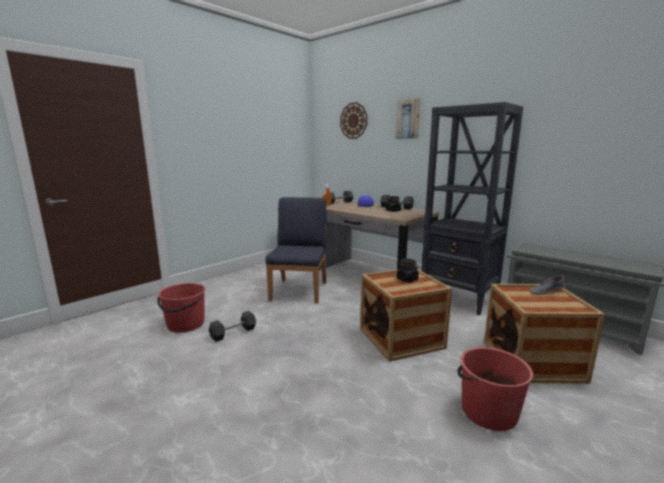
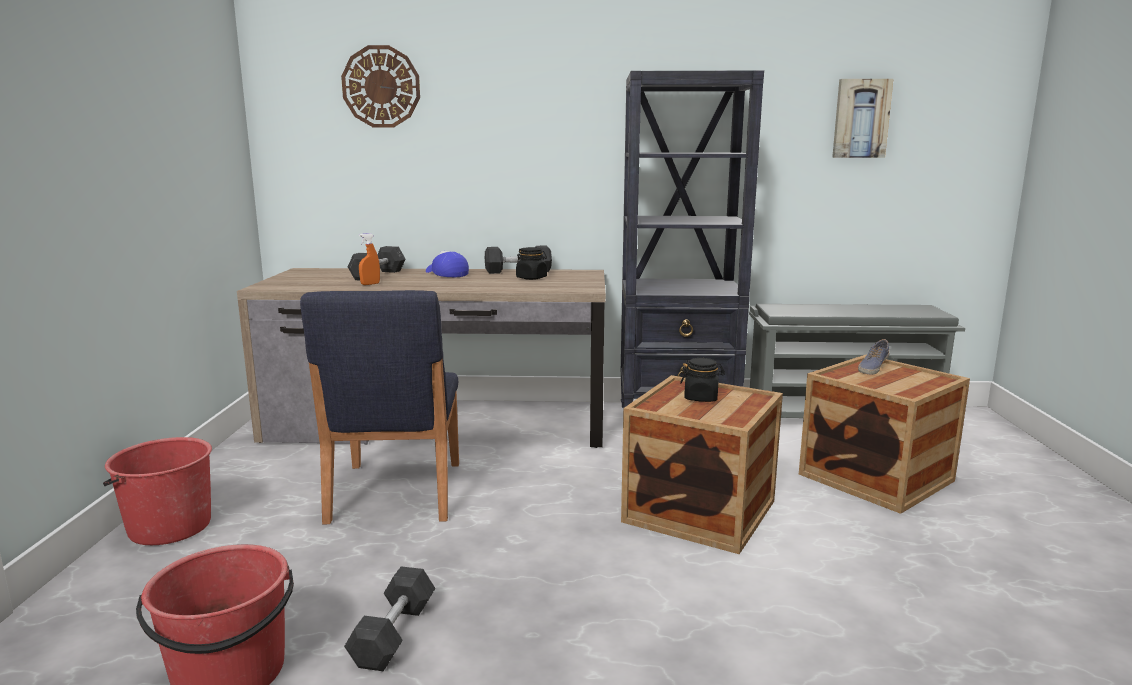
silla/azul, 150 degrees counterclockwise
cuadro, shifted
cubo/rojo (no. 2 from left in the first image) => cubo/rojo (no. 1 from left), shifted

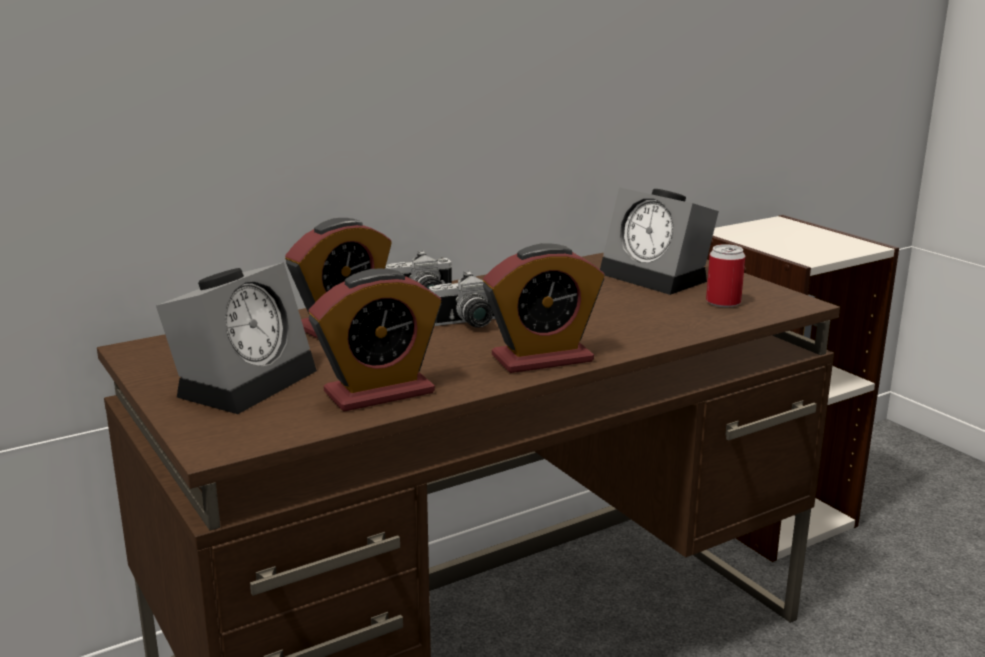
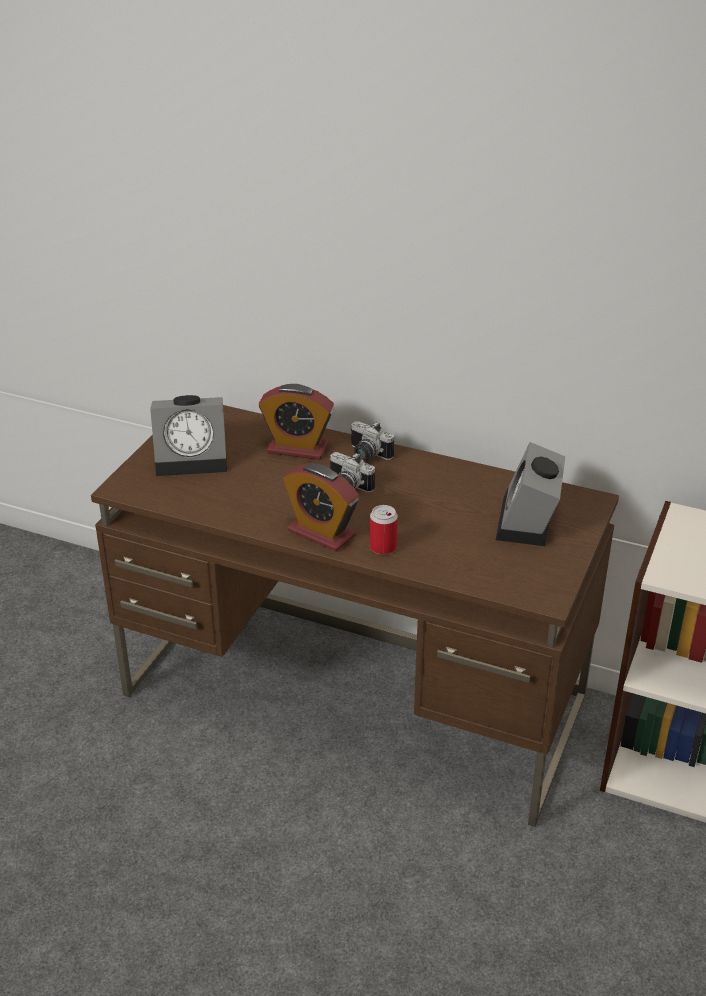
despertador (no. 3 from left) => nothing
lata, shifted

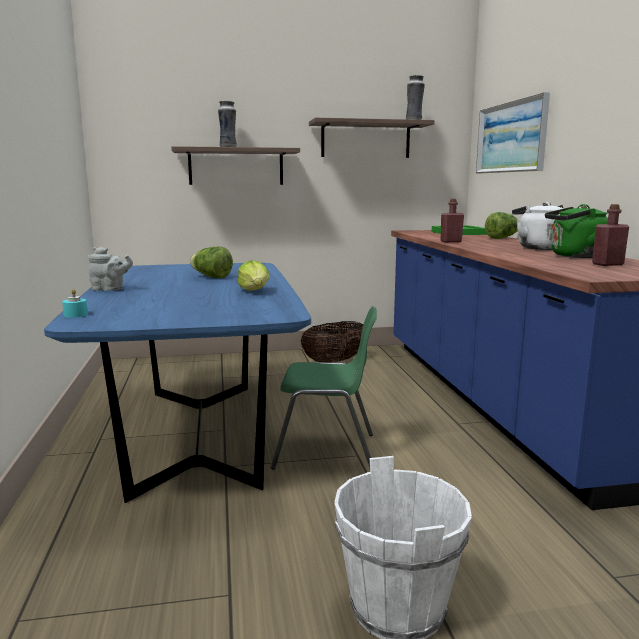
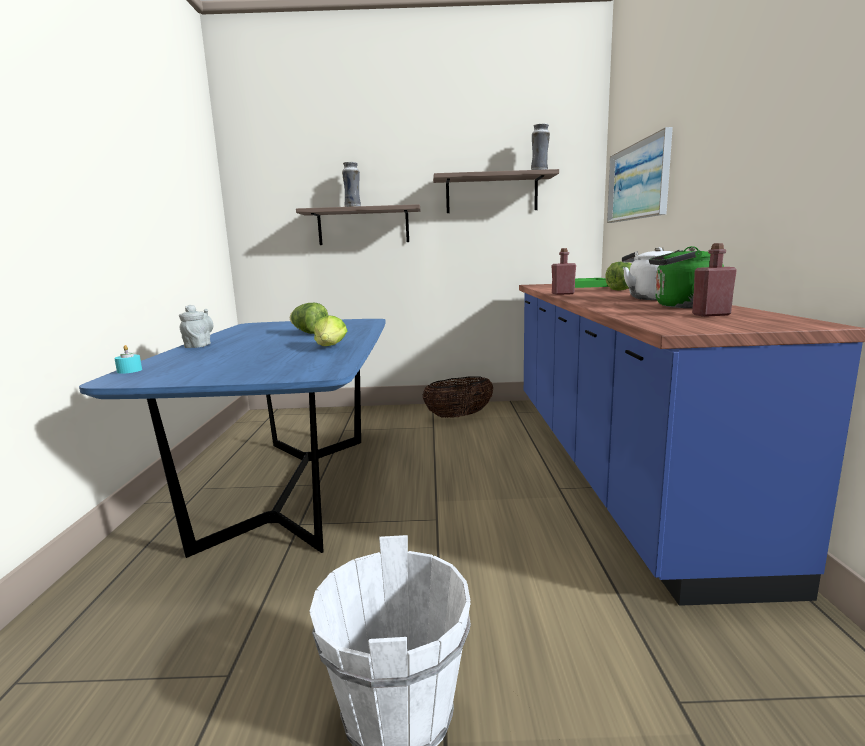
tetera/gris, 105 degrees counterclockwise
silla/verde => nothing

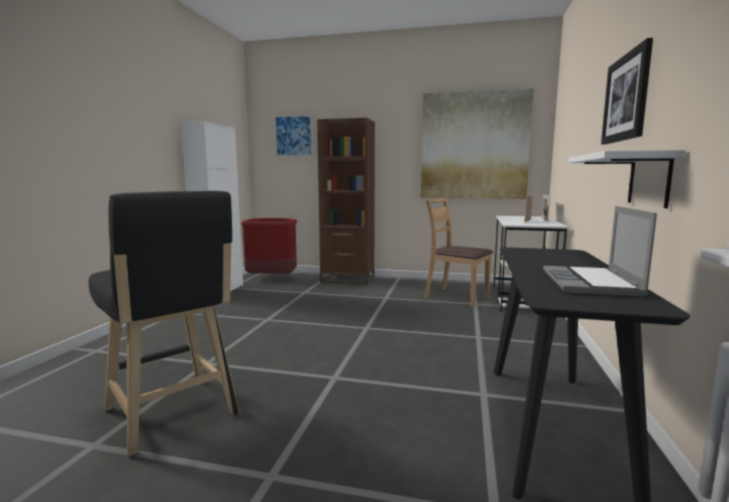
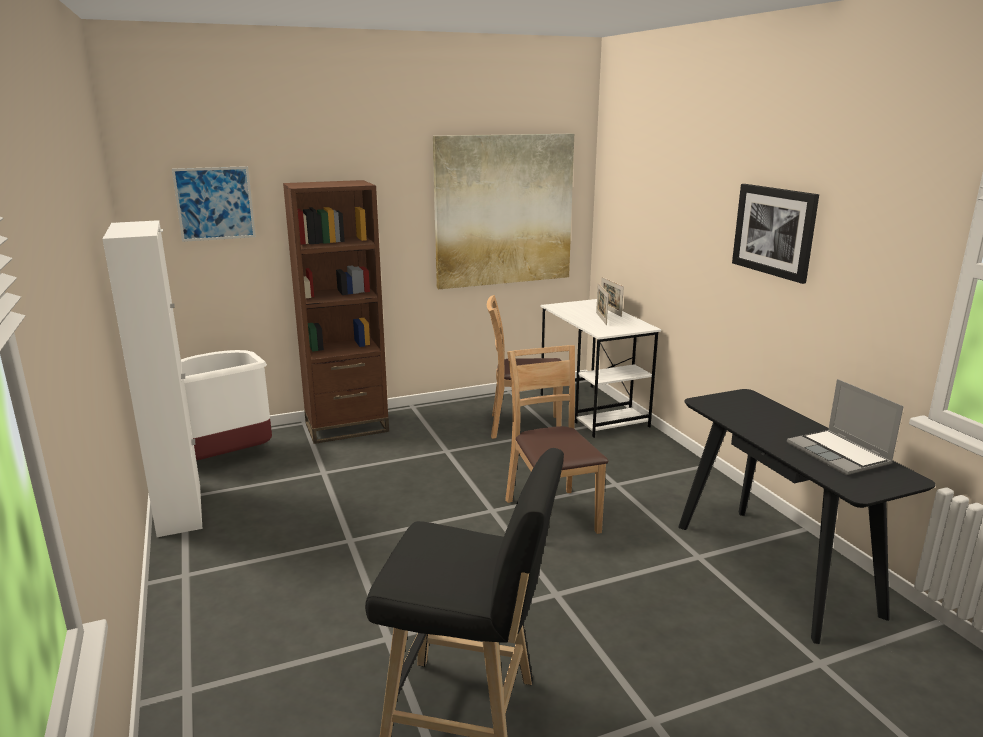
papelera/rojo => papelera/blanco
estante/blanco => nothing
nothing => silla/marrón (no. 2 from left)

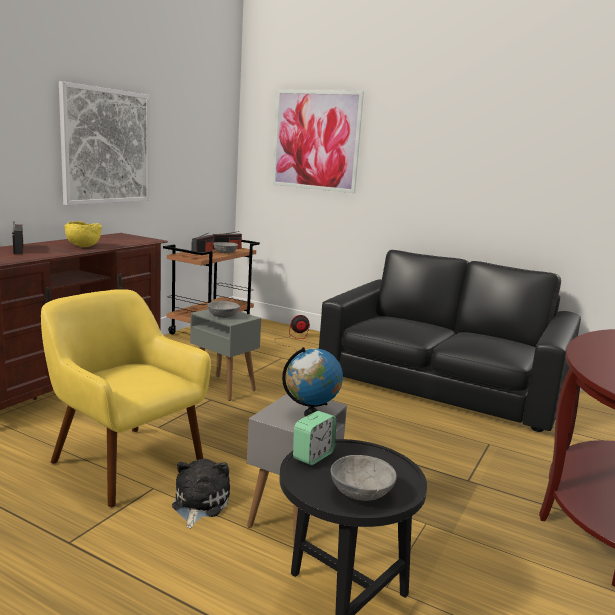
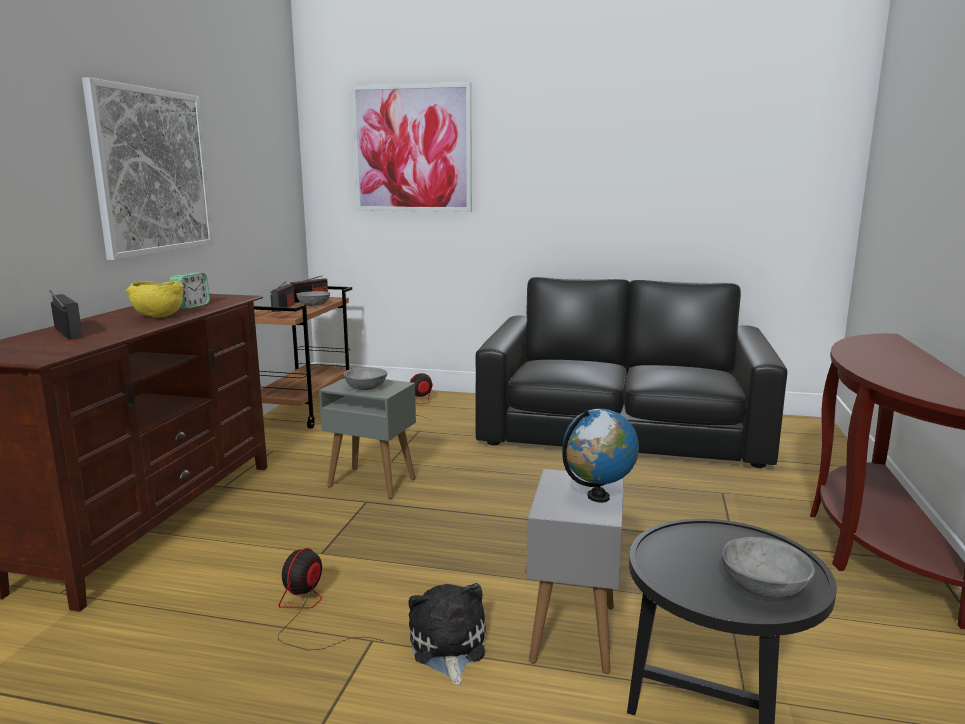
sillón/amarillo => ventilador (no. 1 from left)
despertador, shifted

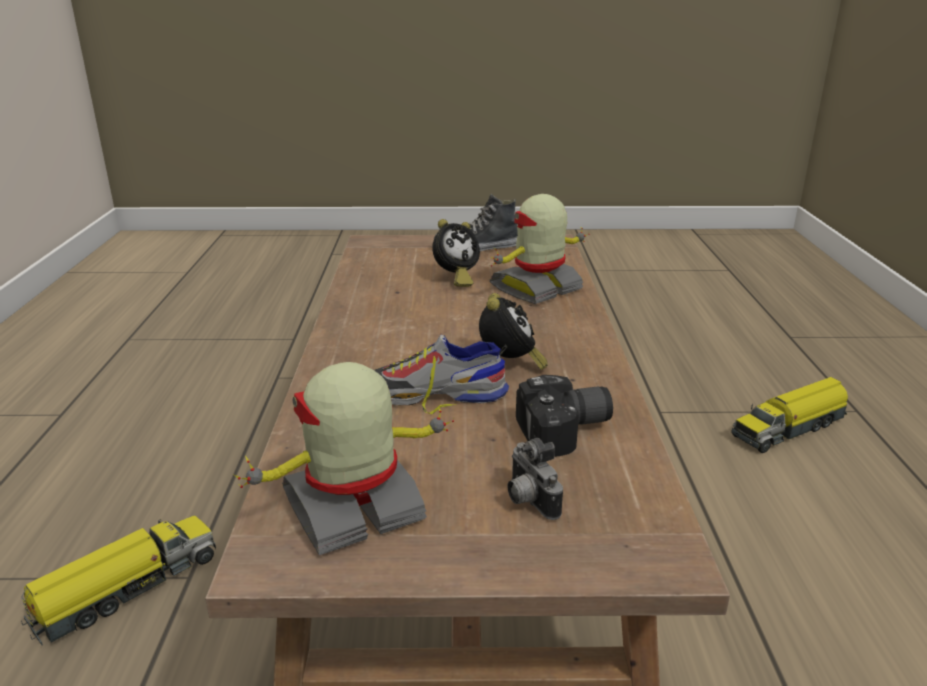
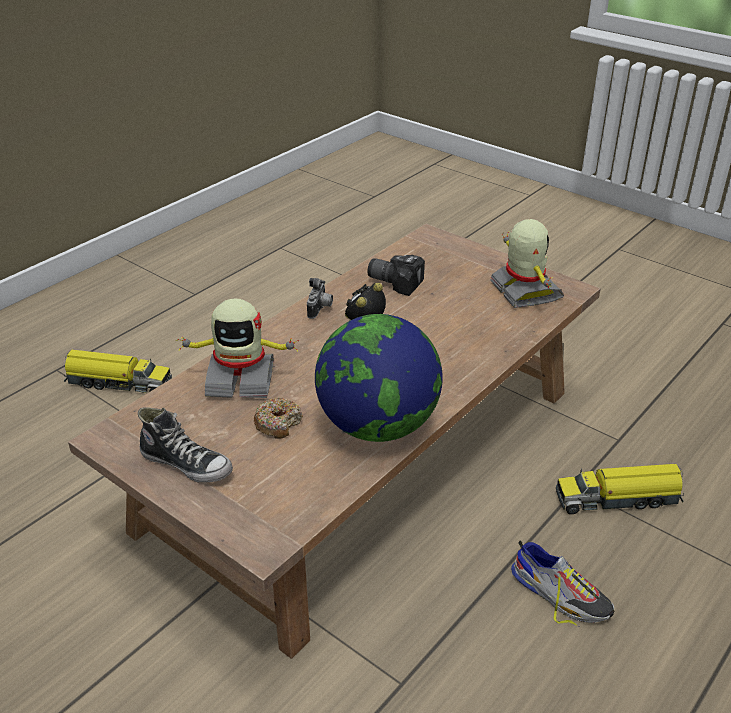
robot de juguete (no. 1 from left in the first image) => robot de juguete (no. 2 from left), 120 degrees counterclockwise
zapato (no. 1 from left in the first image) => zapato (no. 2 from left), shifted
despertador (no. 1 from left) => rosquilla
cámara (no. 1 from left), shifted
nothing => globo terráqueo

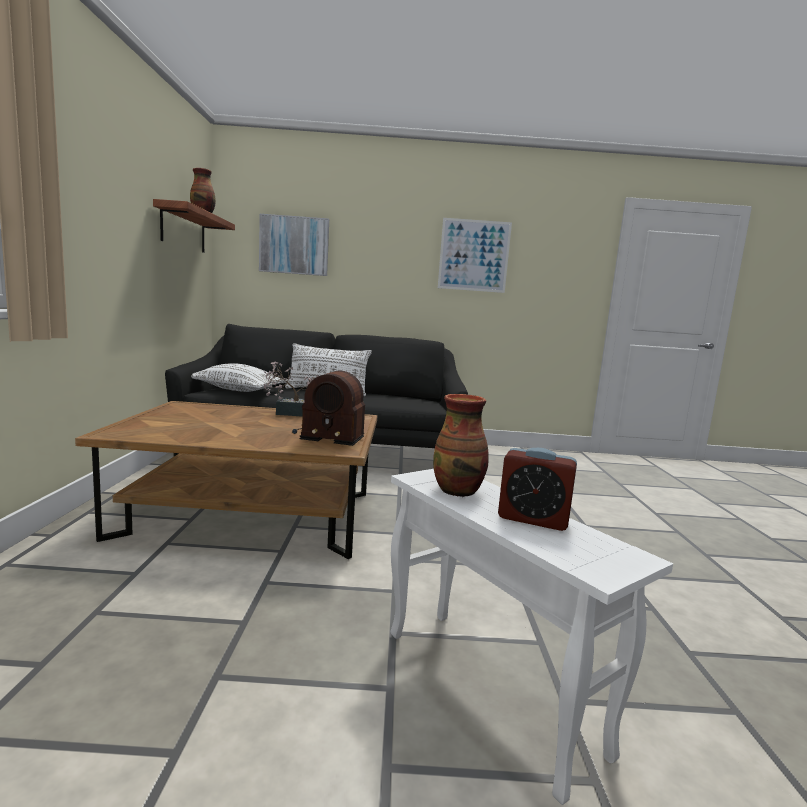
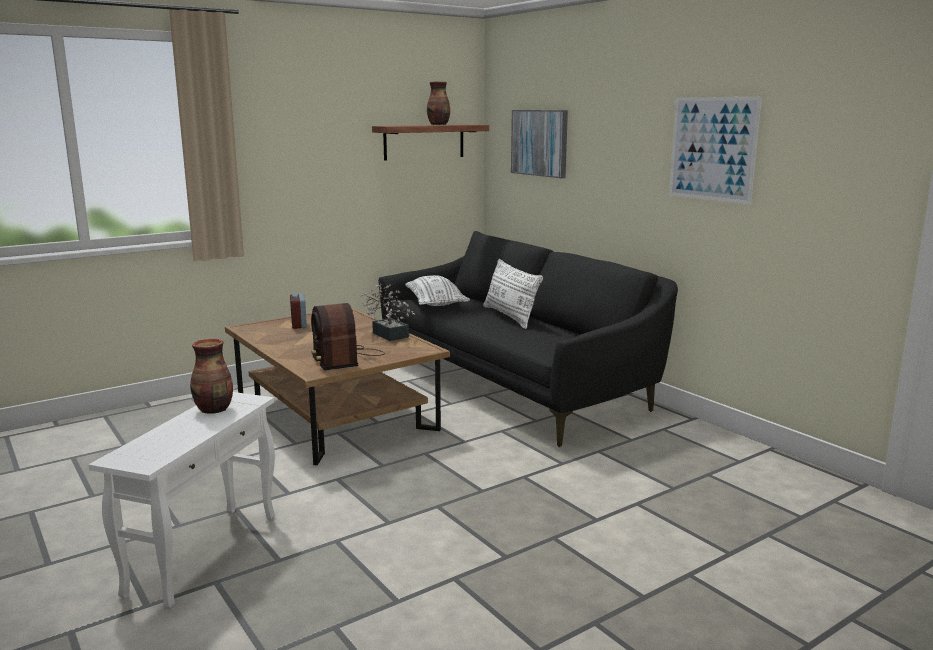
despertador, shifted

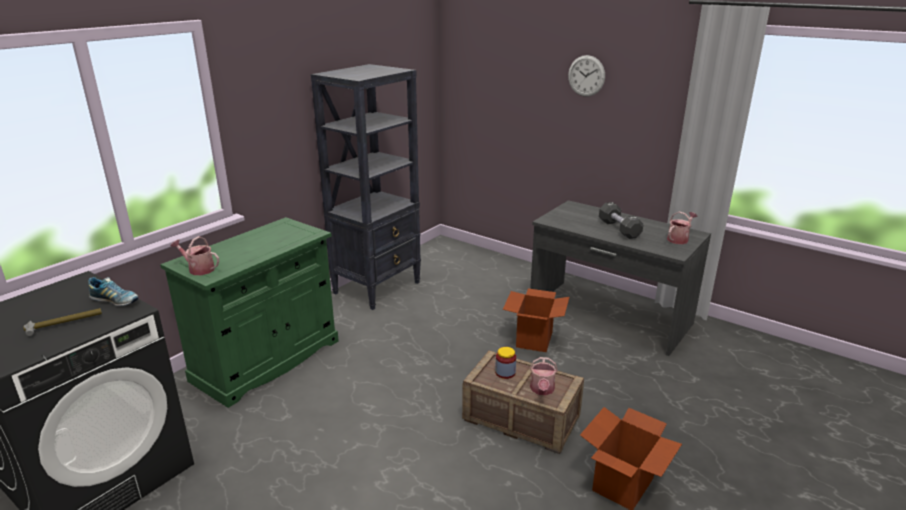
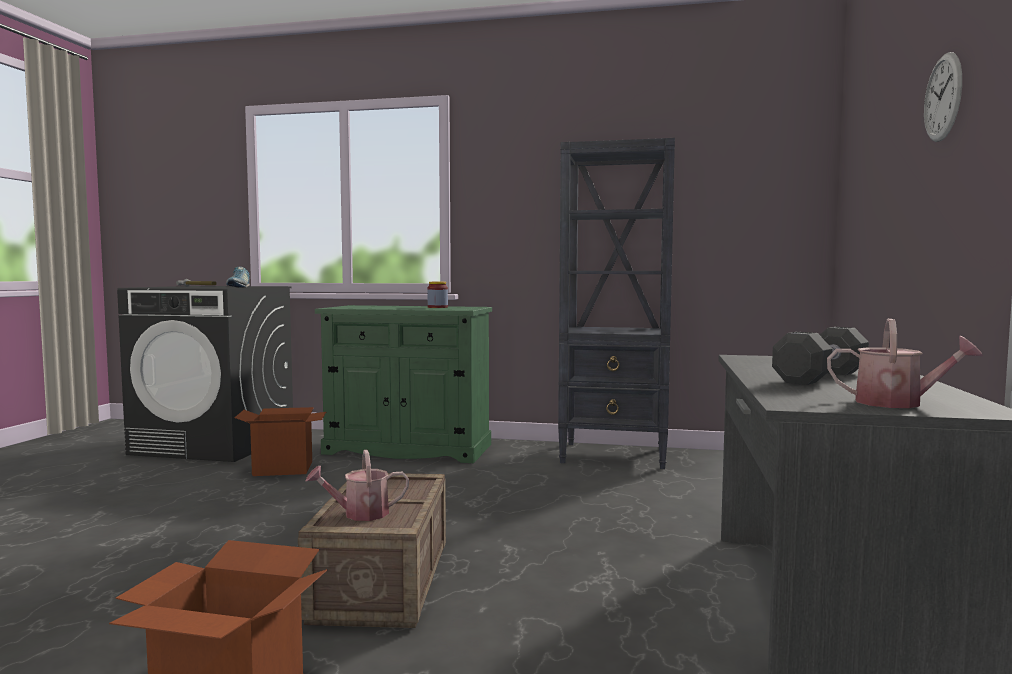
regadera (no. 1 from left) => nothing
tarro, shifted
caja de cartón (no. 1 from left in the first image) => caja de cartón (no. 2 from left), shifted

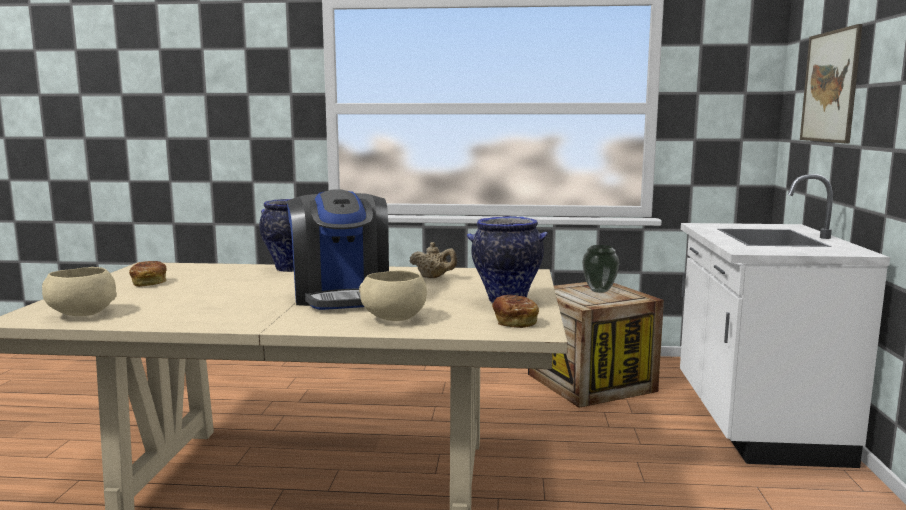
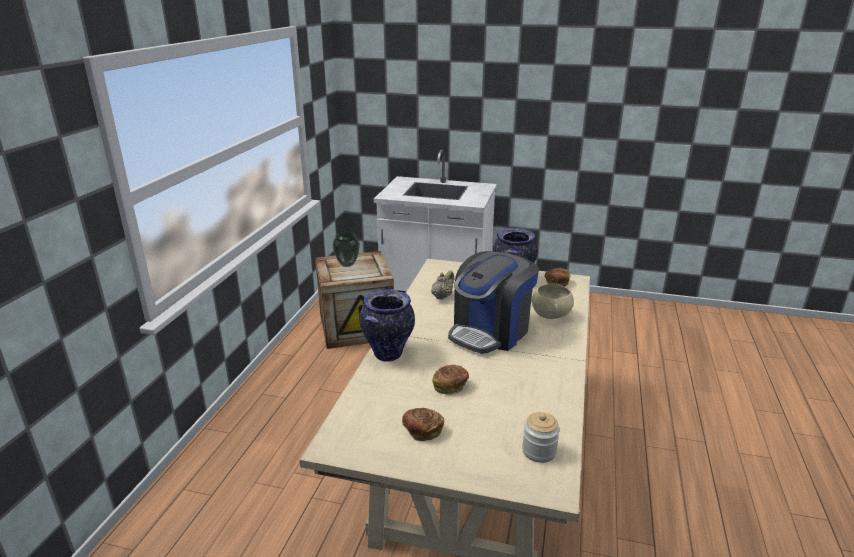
cuenco/beis (no. 1 from left) => tarro
cafetera, 135 degrees clockwise
cuadro => nothing
nothing => pan (no. 2 from left)

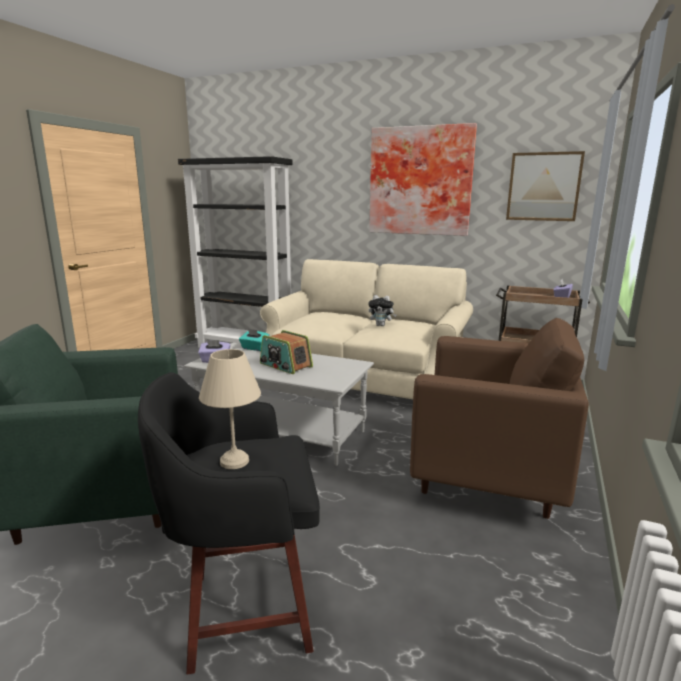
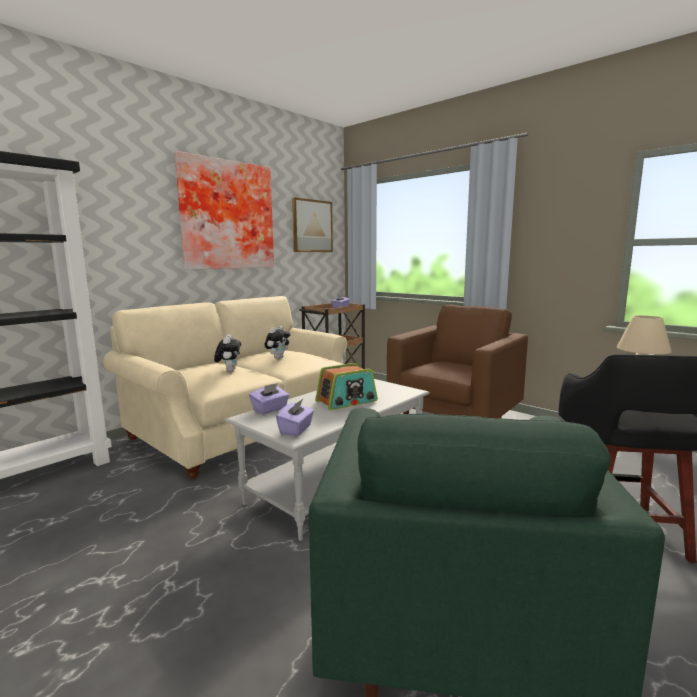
caja de pañuelos/turquesa => caja de pañuelos/morado (no. 1 from left)
nothing => peluche (no. 1 from left)

